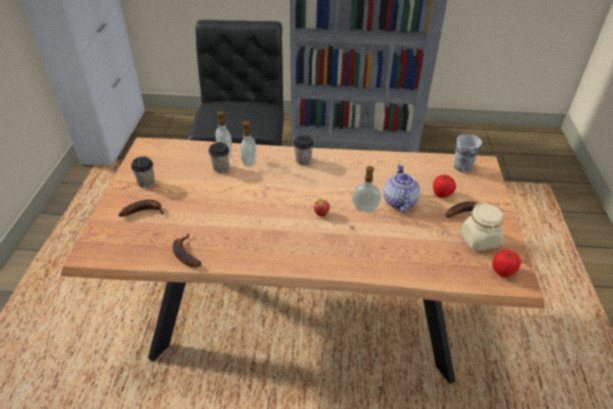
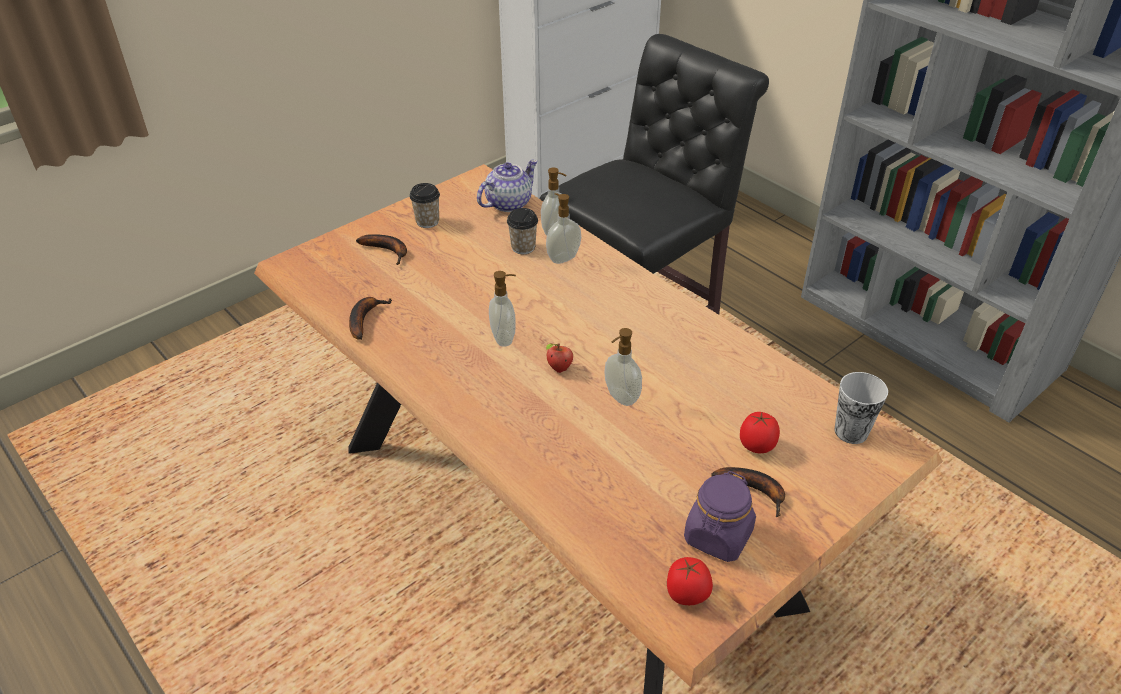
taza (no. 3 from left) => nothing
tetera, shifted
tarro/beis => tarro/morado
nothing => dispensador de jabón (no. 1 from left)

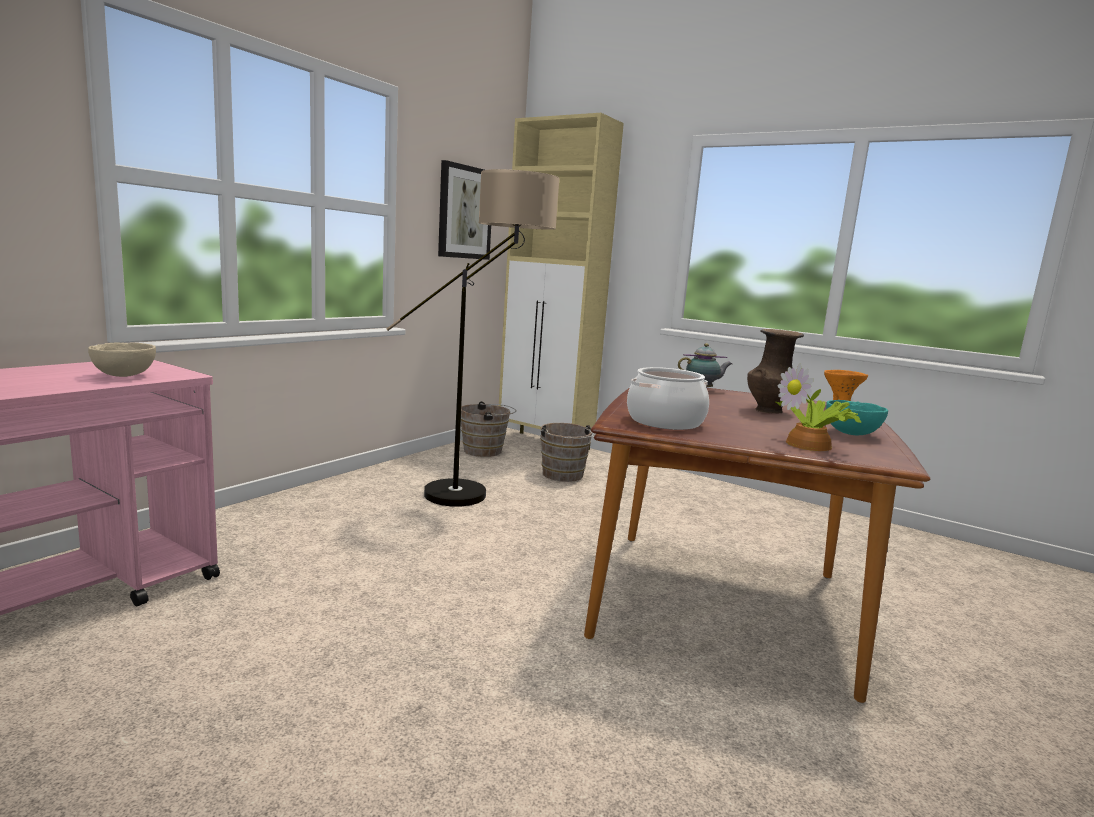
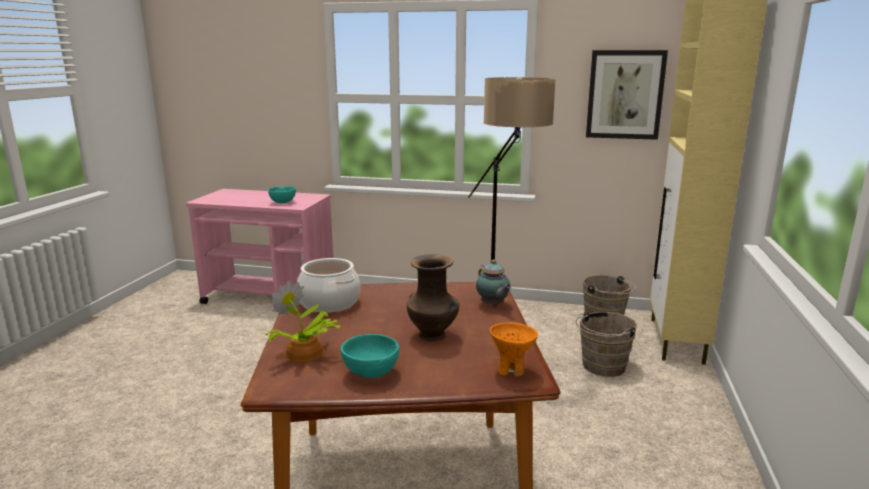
cuenco/beis => cuenco/turquesa (no. 1 from left)

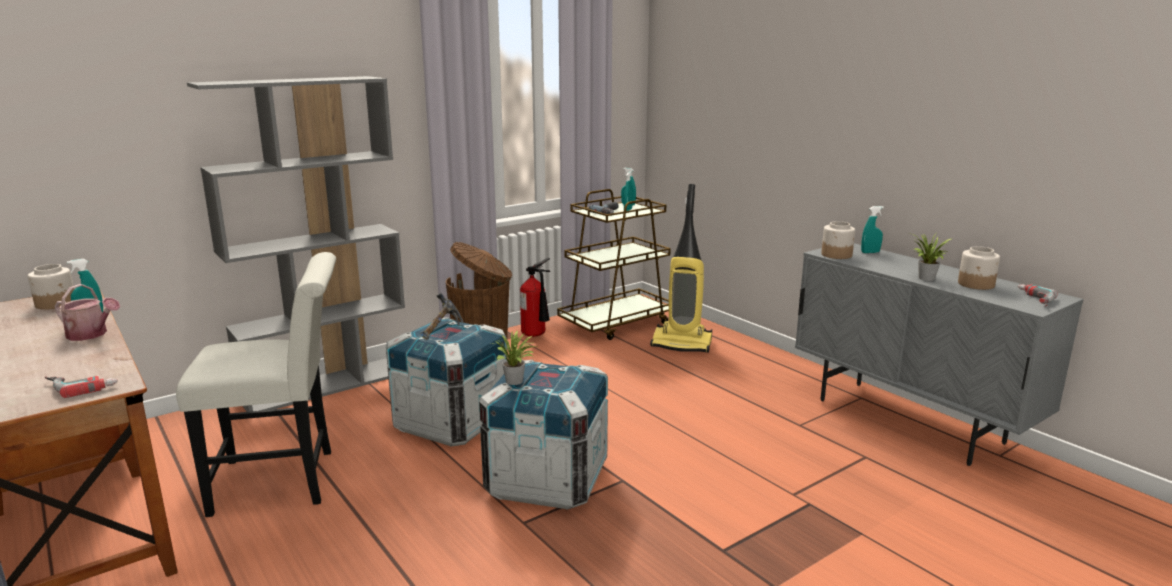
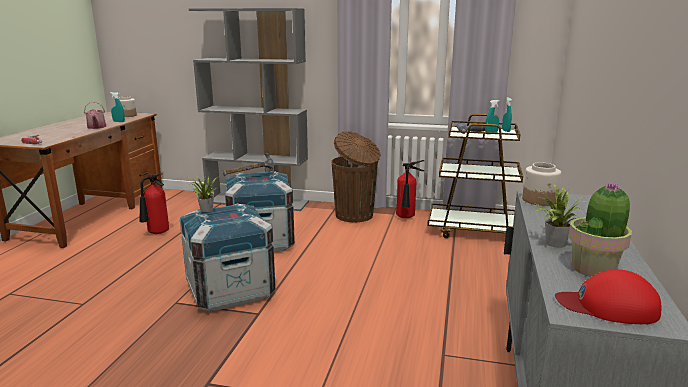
silla/blanco => extintor (no. 1 from left)
aspiradora => nothing
pulverizador/turquesa (no. 4 from left) => nothing
tarro (no. 3 from left) => planta en maceta (no. 3 from left)
taladro (no. 3 from left) => gorra/rojo

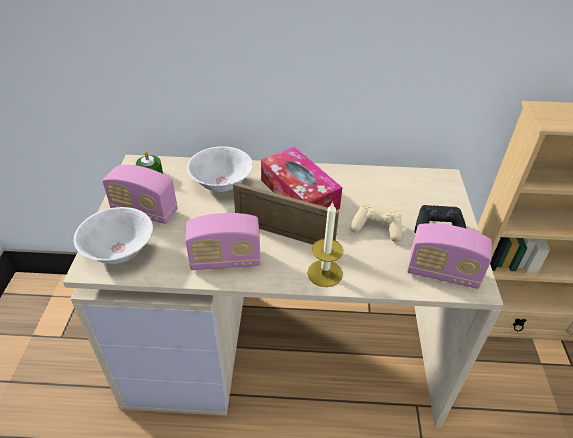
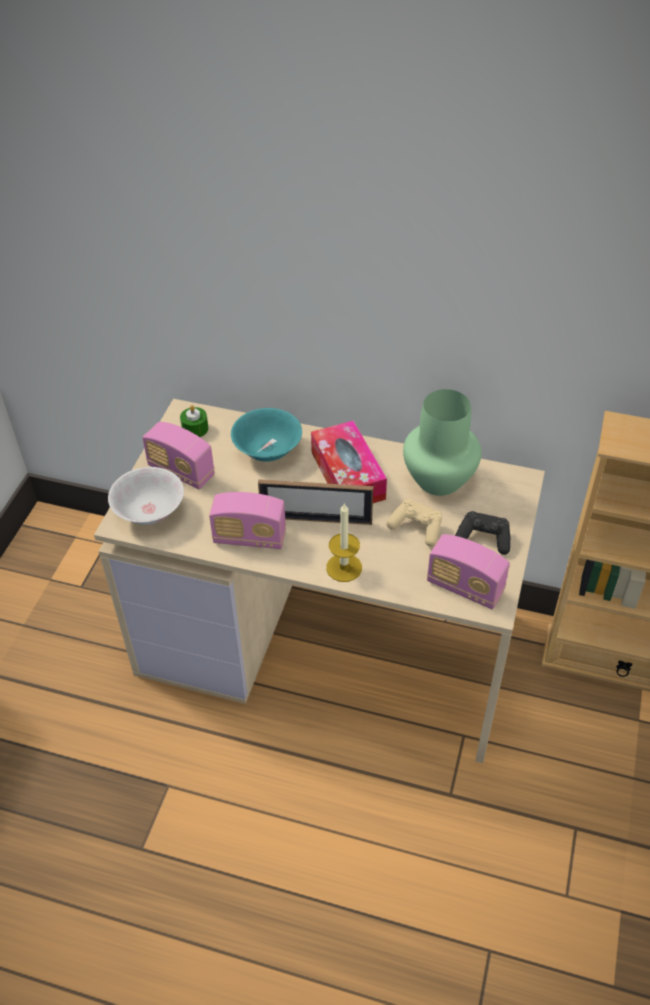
cuenco/blanco (no. 2 from left) => cuenco/turquesa
portarretratos, 150 degrees clockwise
nothing => florero/verde

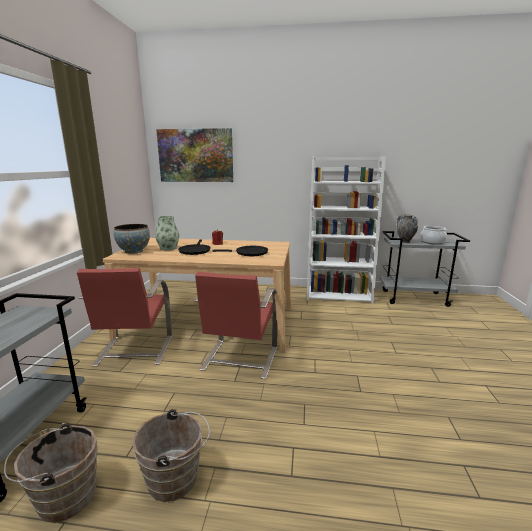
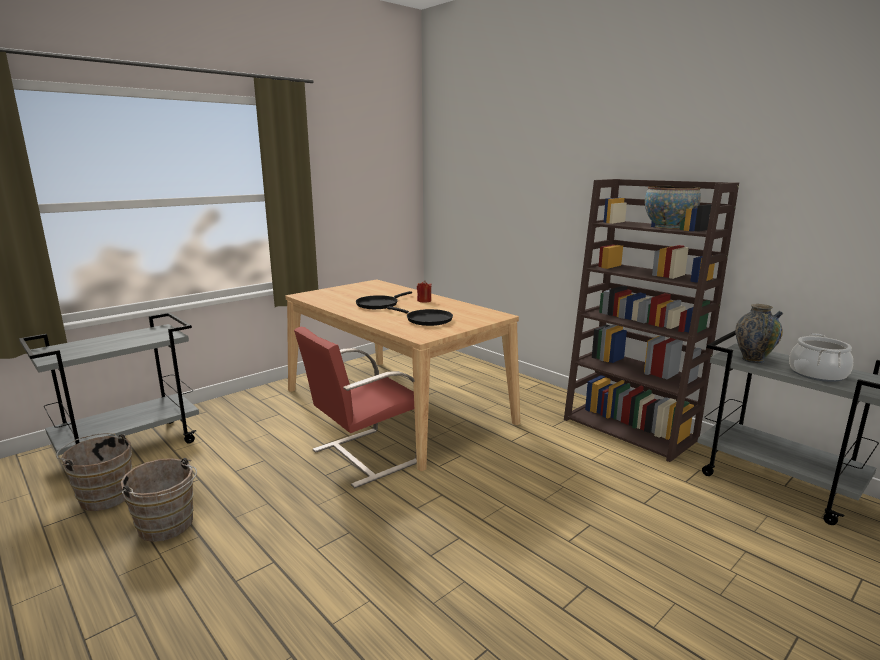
silla/rojo (no. 1 from left) => nothing
cuenco, shifted
florero (no. 1 from left) => nothing
cuadro => nothing
estantería/blanco => estantería/marrón

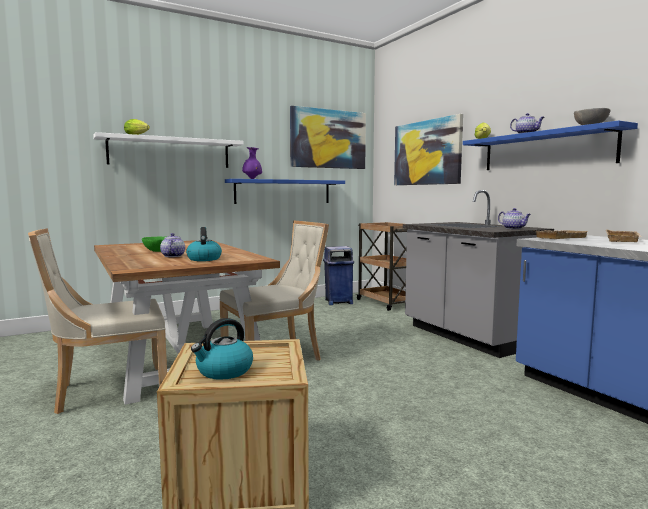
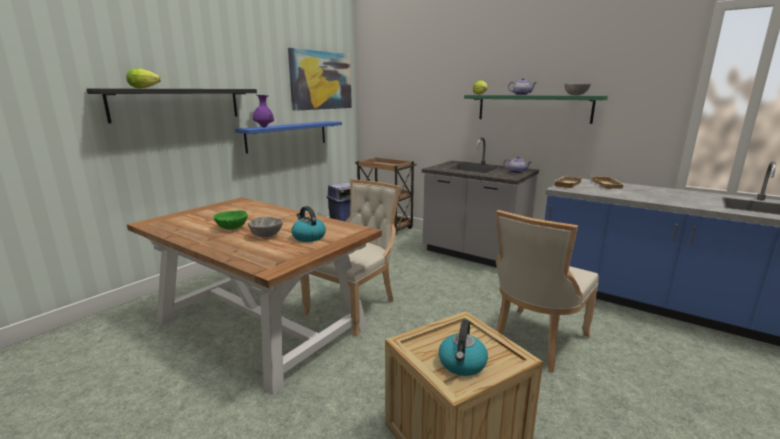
silla/beis (no. 1 from left in the first image) => silla/beis (no. 2 from left), shifted
estante/blanco => estante/negro
tetera (no. 1 from left) => cuenco/gris (no. 1 from left)
cuadro (no. 2 from left) => nothing
estante/azul (no. 2 from left) => estante/verde

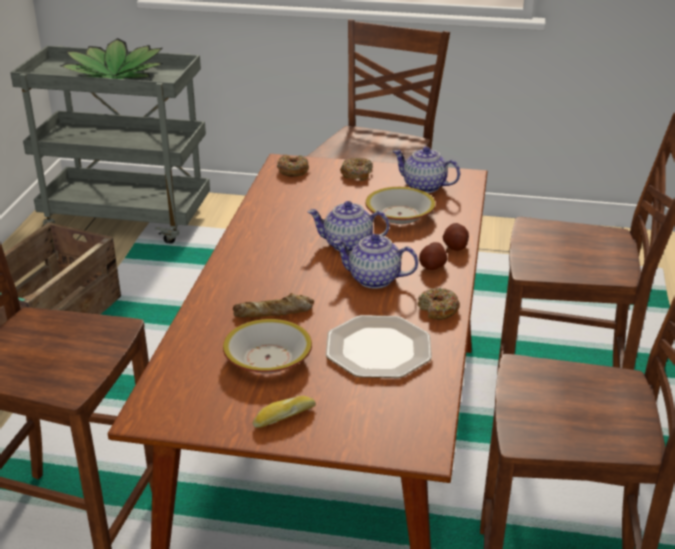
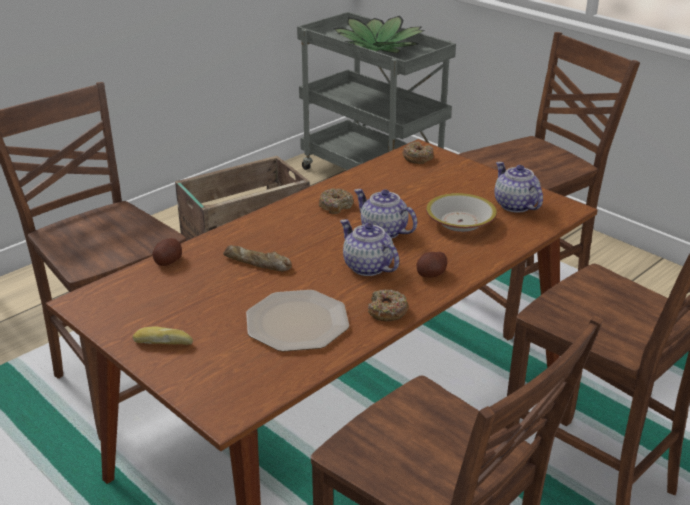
cuenco (no. 1 from left) => nothing
rosquilla (no. 2 from left in the first image) => rosquilla (no. 1 from left), shifted
patata (no. 2 from left in the first image) => patata (no. 1 from left), shifted

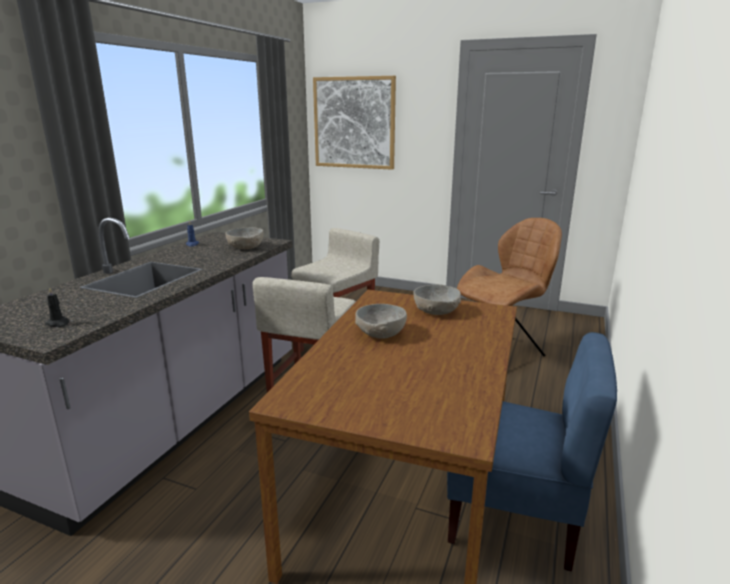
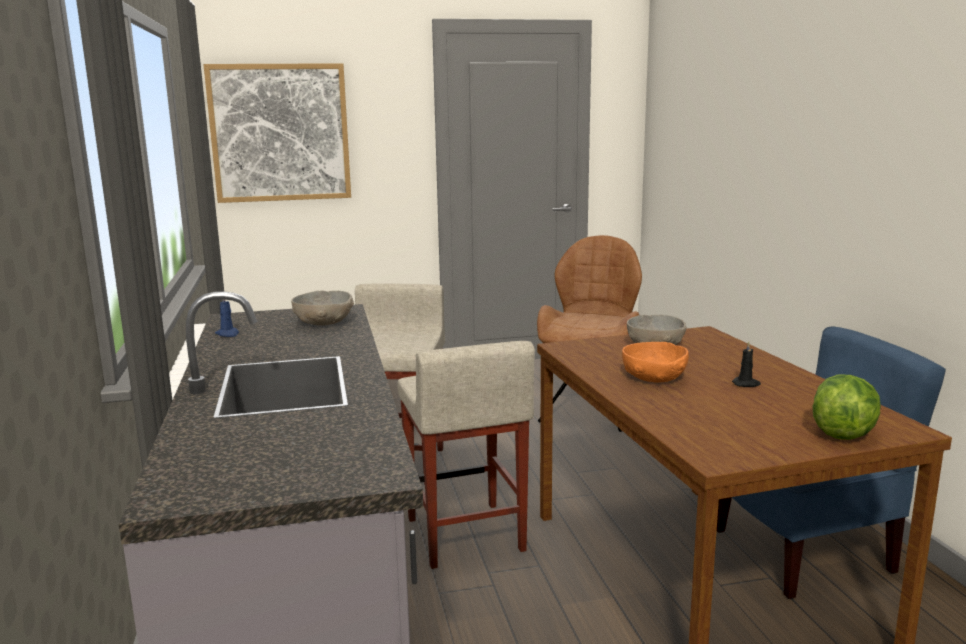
vela/negro, shifted
cuenco/gris (no. 2 from left) => cuenco/naranja
nothing => lechuga

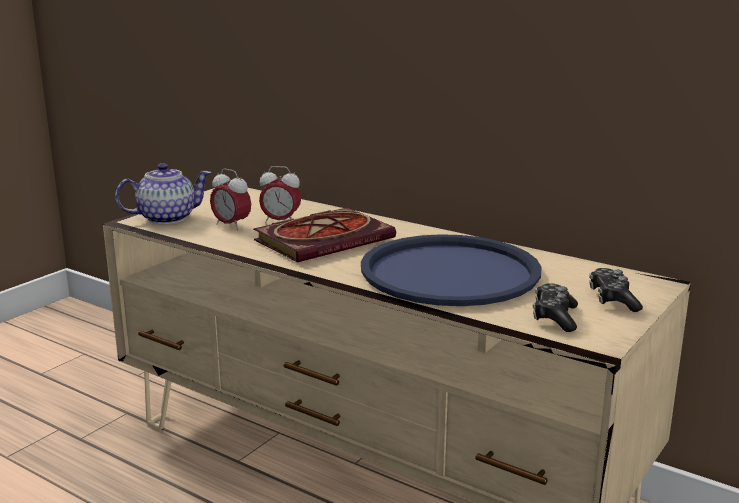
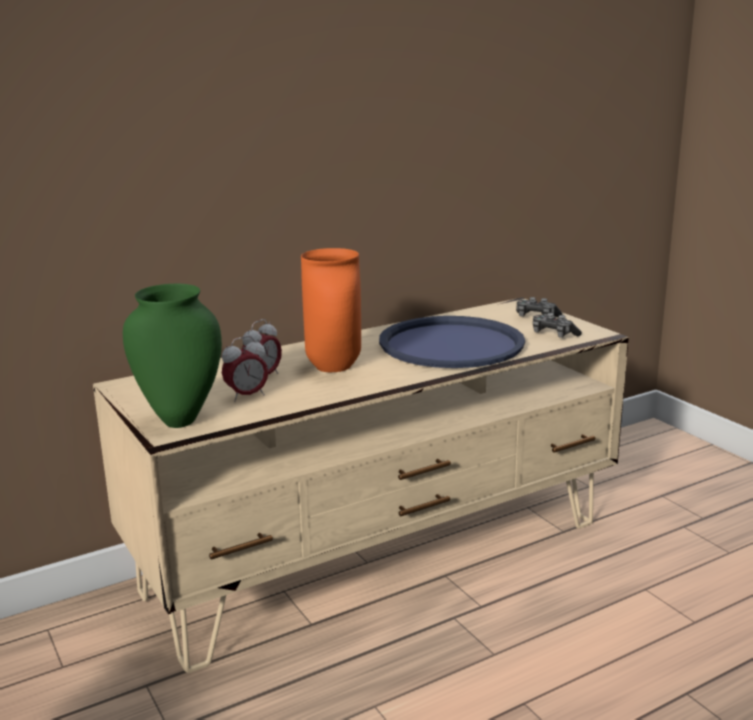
tetera => florero/verde
libro => florero/naranja

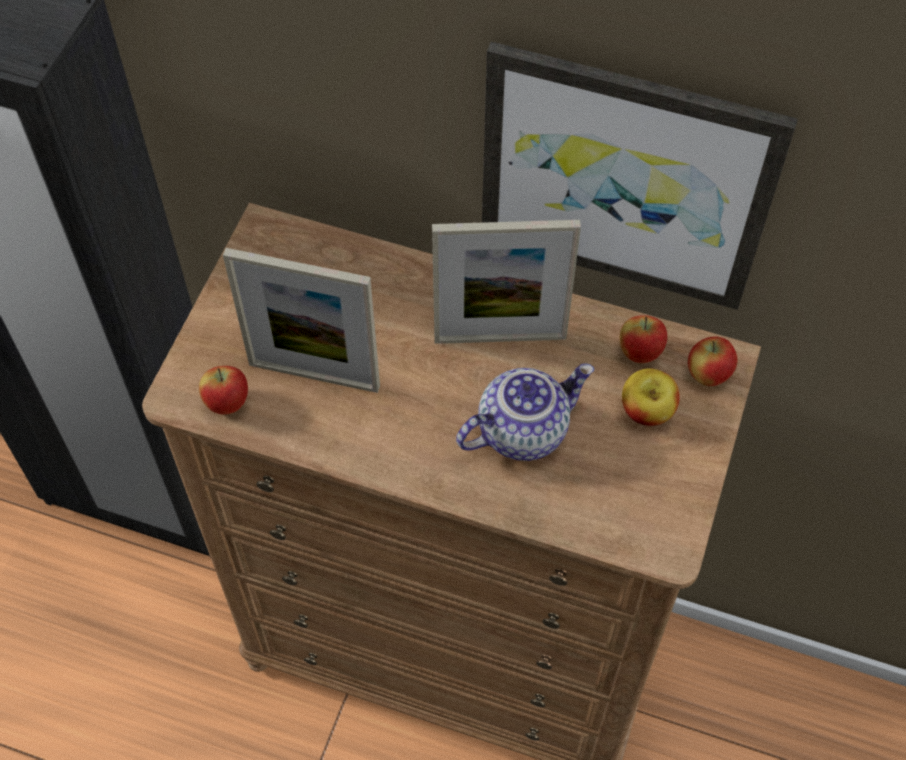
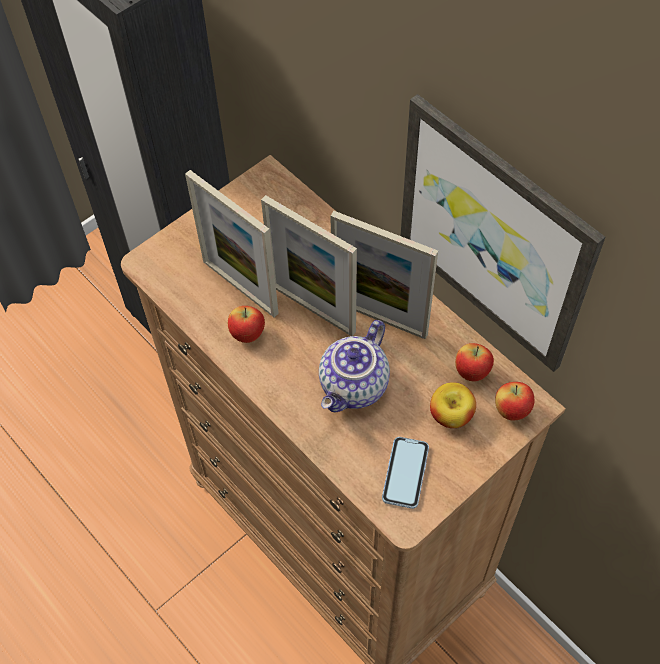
manzana (no. 1 from left), shifted
tetera, 120 degrees clockwise
nothing => portarretratos (no. 2 from left)
nothing => móvil

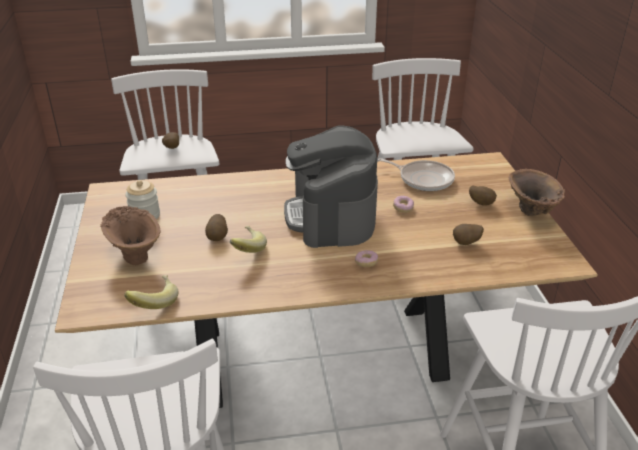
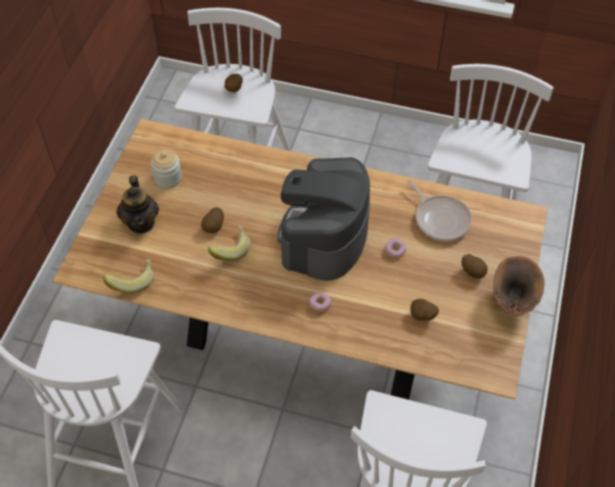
florero/marrón (no. 1 from left) => tetera

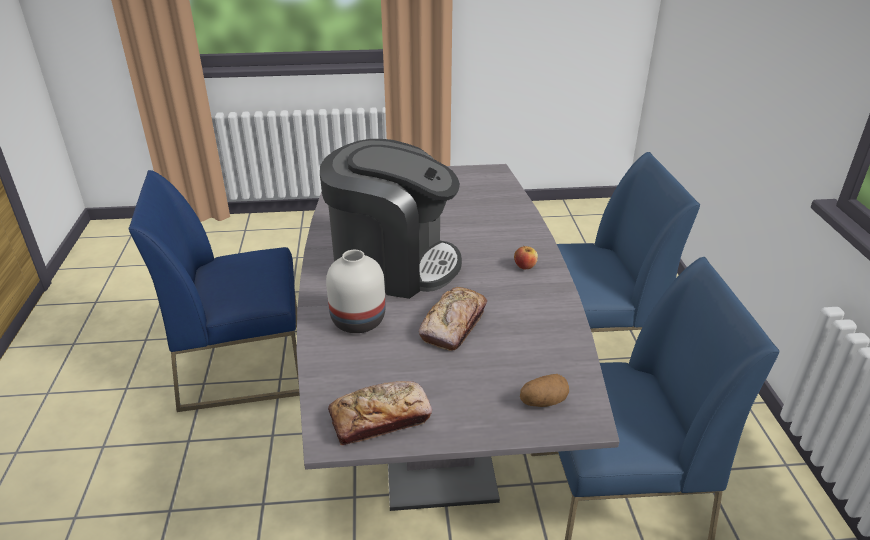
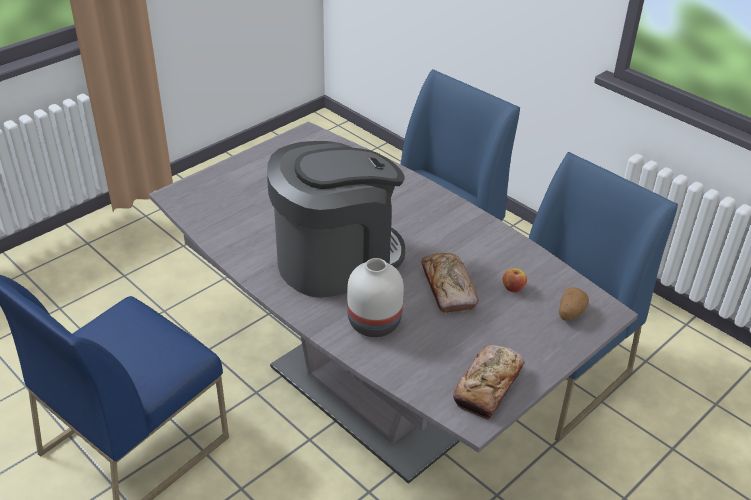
manzana, shifted

